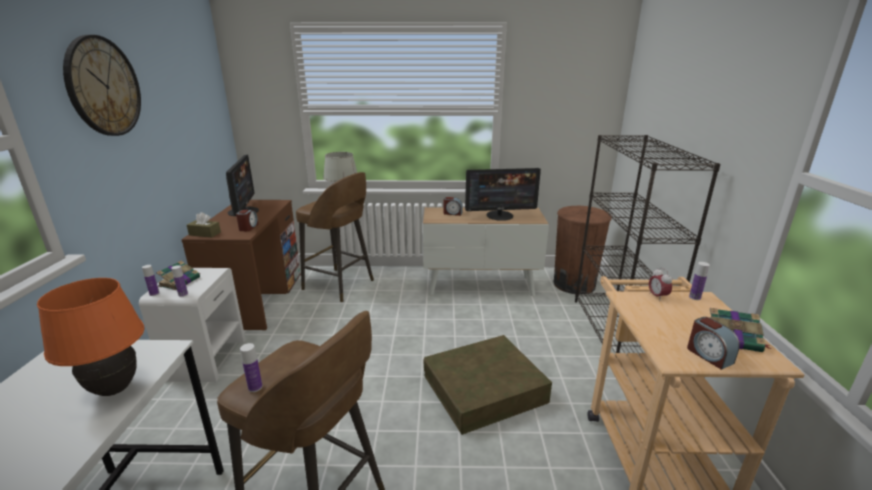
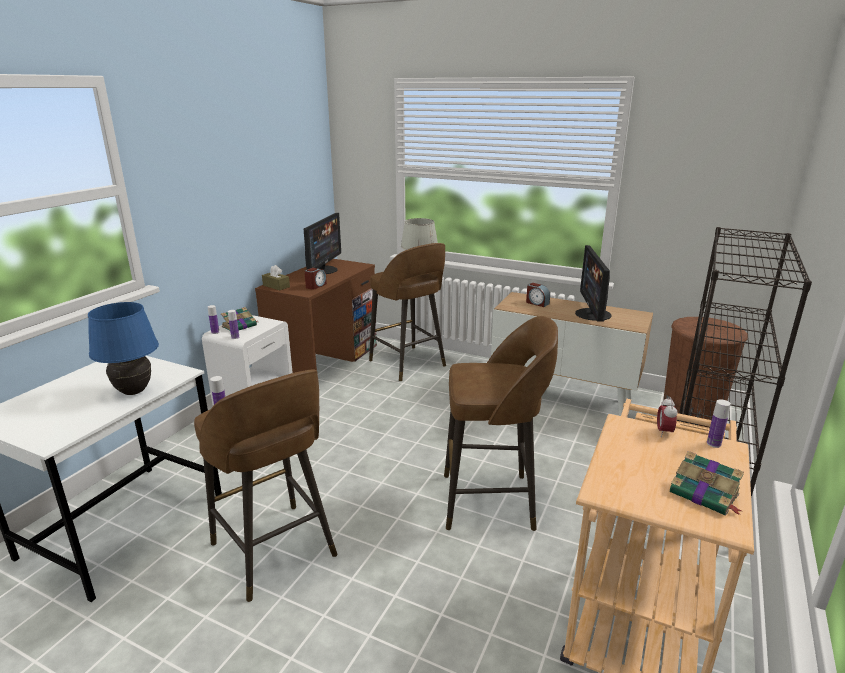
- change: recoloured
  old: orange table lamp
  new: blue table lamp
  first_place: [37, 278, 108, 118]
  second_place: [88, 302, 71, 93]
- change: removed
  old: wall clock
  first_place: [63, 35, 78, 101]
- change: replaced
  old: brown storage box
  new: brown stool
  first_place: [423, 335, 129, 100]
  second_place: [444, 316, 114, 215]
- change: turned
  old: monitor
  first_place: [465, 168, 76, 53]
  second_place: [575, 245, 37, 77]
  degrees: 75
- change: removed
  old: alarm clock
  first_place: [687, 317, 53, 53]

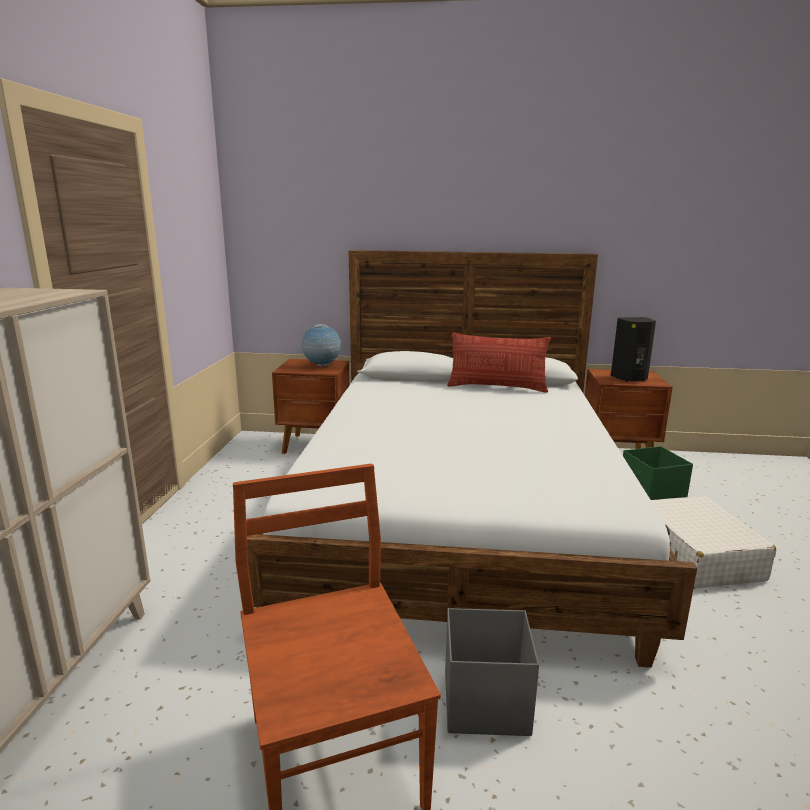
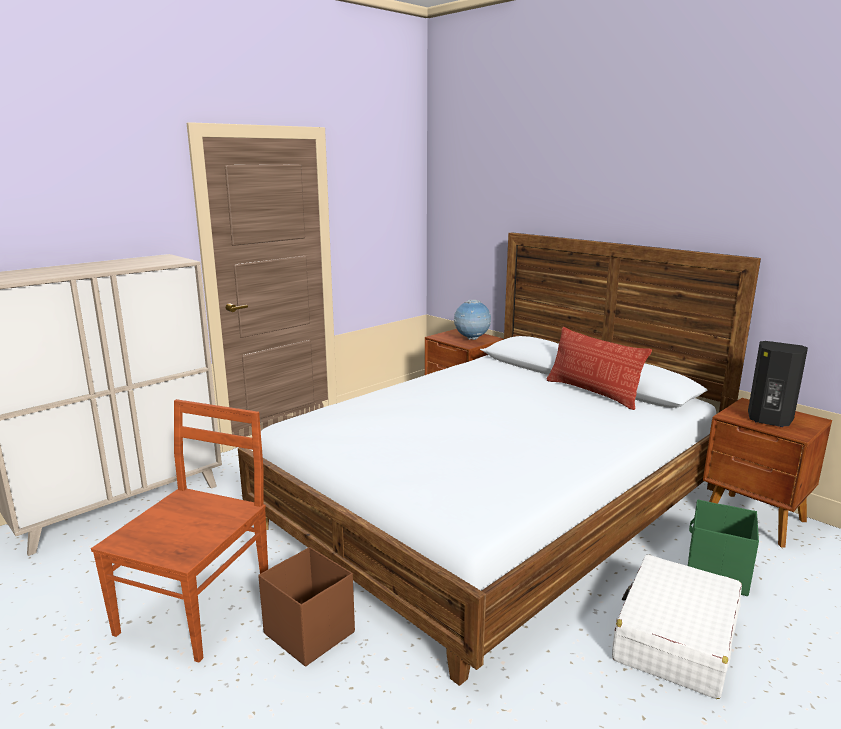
- change: recoloured
  old: grey storage box
  new: brown storage box
  first_place: [445, 608, 94, 128]
  second_place: [258, 547, 97, 120]

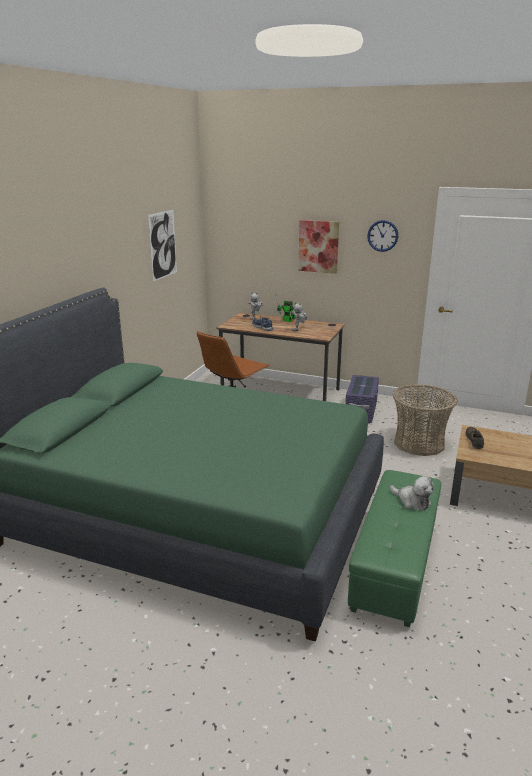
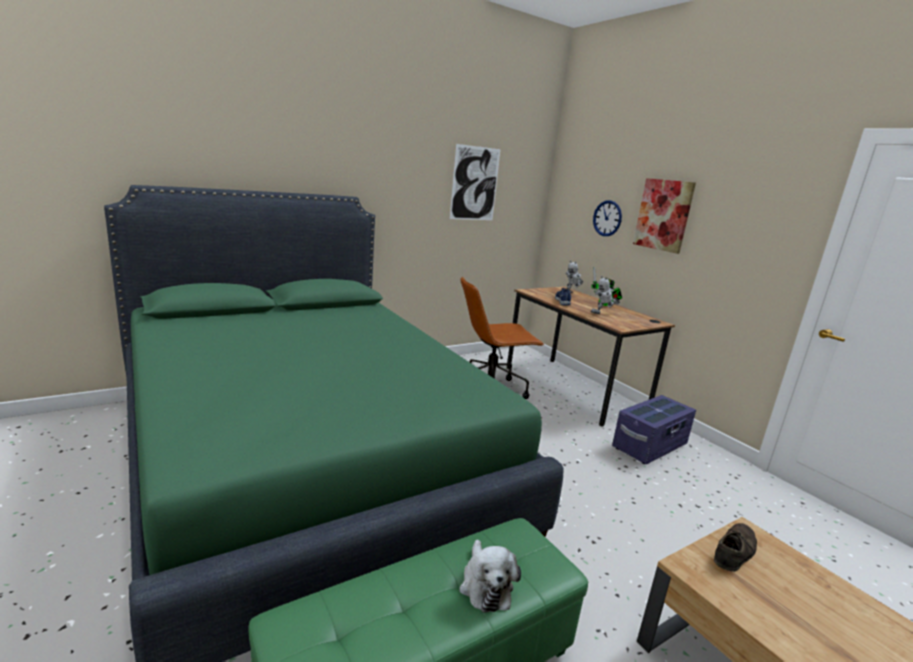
- change: moved
  old: wall clock
  first_place: [367, 220, 31, 32]
  second_place: [593, 200, 29, 36]
- change: removed
  old: basket
  first_place: [393, 384, 65, 72]

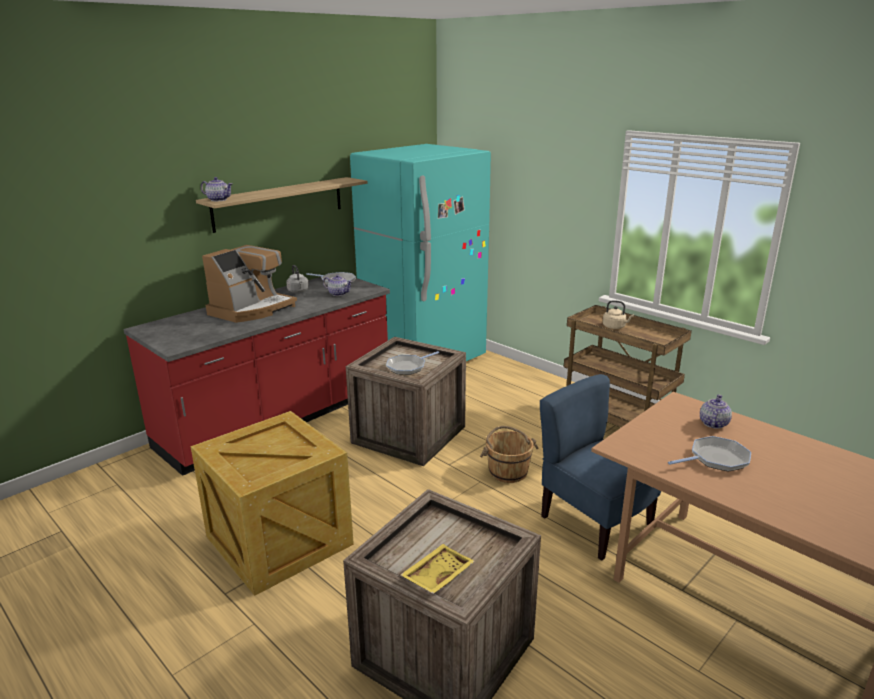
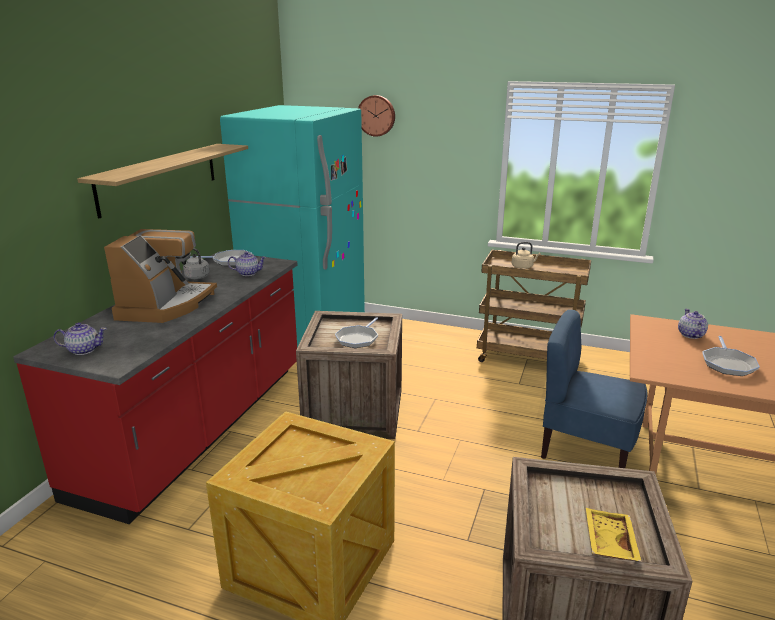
- change: moved
  old: teapot
  first_place: [201, 177, 32, 24]
  second_place: [54, 322, 53, 33]
- change: removed
  old: brown bucket
  first_place: [480, 426, 58, 57]
- change: turned
  old: frying pan
  first_place: [668, 436, 83, 36]
  second_place: [702, 336, 58, 40]
  degrees: 150
- change: added
  new: wall clock
  second_place: [358, 95, 37, 42]

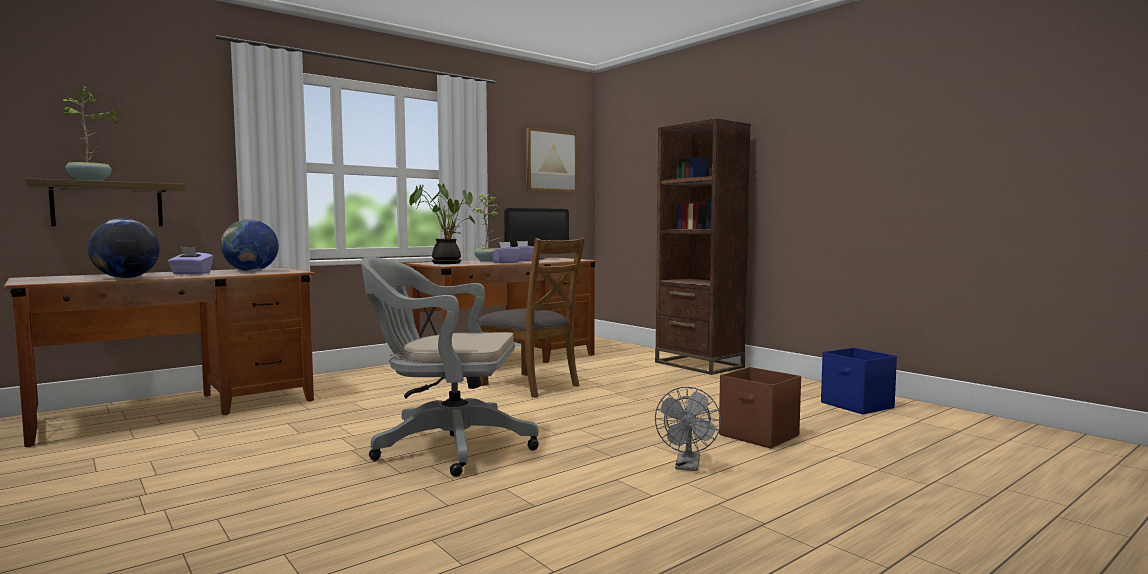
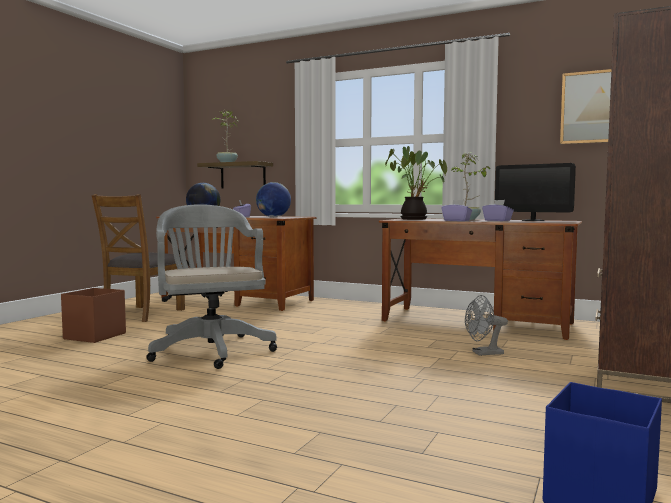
- change: moved
  old: brown chair
  first_place: [479, 237, 106, 161]
  second_place: [92, 194, 93, 128]
- change: moved
  old: grey fan
  first_place: [655, 387, 66, 84]
  second_place: [465, 295, 43, 61]
- change: moved
  old: brown storage box
  first_place: [719, 367, 82, 82]
  second_place: [61, 288, 65, 55]

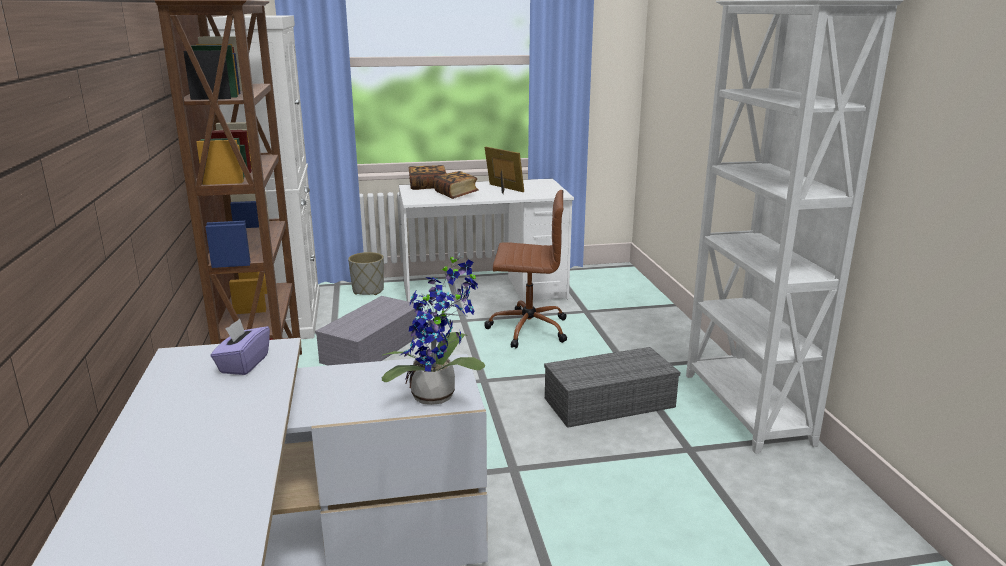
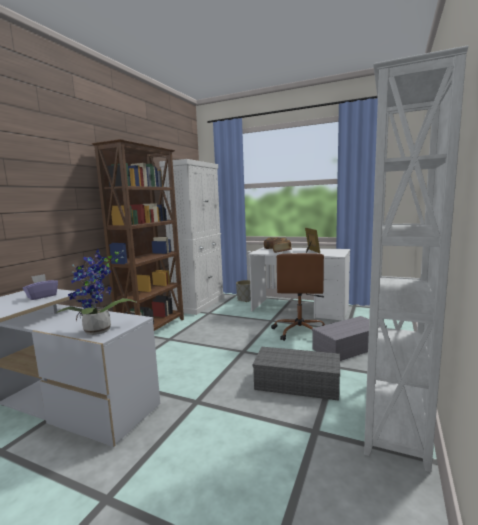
- change: moved
  old: grey storage box
  first_place: [315, 296, 102, 69]
  second_place: [312, 316, 75, 45]
- change: turned
  old: brown office chair
  first_place: [484, 190, 83, 158]
  second_place: [271, 253, 54, 88]
  degrees: 60

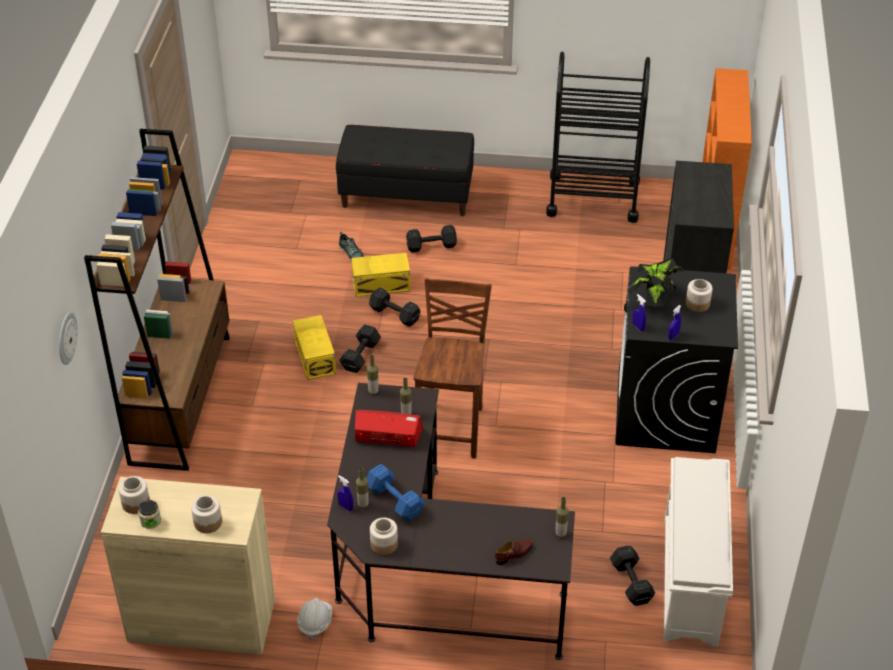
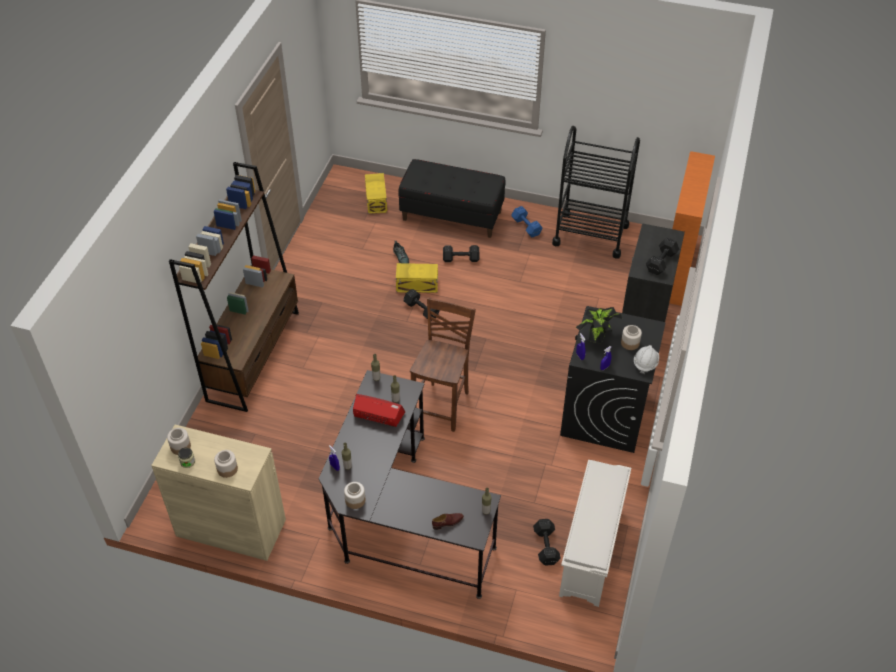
- change: removed
  old: wall clock
  first_place: [59, 312, 19, 53]
- change: moved
  old: yellow storage box
  first_place: [293, 315, 43, 65]
  second_place: [365, 173, 22, 41]
- change: moved
  old: white hard hat
  first_place: [297, 598, 35, 41]
  second_place: [634, 345, 25, 29]
- change: moved
  old: black dumbbell
  first_place: [339, 325, 42, 48]
  second_place: [646, 238, 33, 37]
- change: moved
  old: blue dumbbell
  first_place: [367, 464, 57, 57]
  second_place: [511, 206, 31, 31]

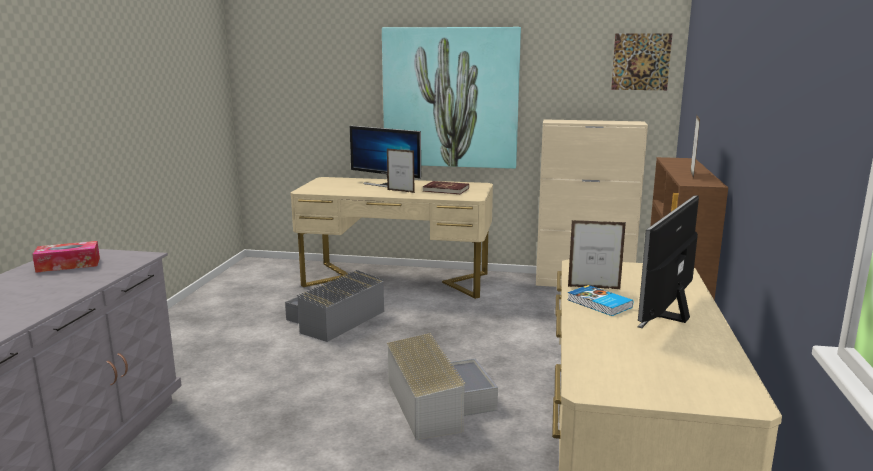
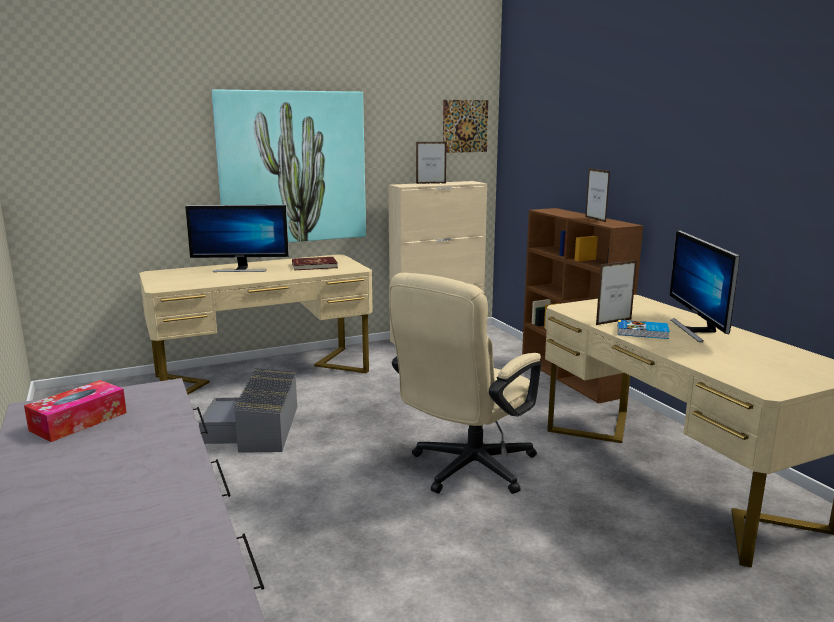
- change: moved
  old: picture frame
  first_place: [387, 149, 27, 44]
  second_place: [416, 142, 30, 42]
- change: replaced
  old: grey storage box
  new: beige office chair
  first_place: [387, 333, 111, 107]
  second_place: [389, 273, 152, 221]

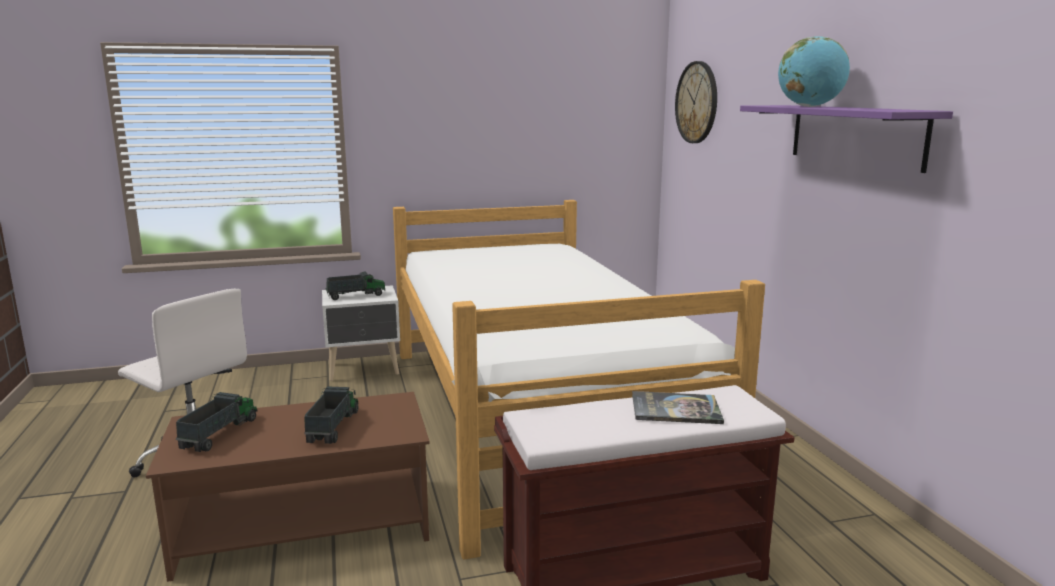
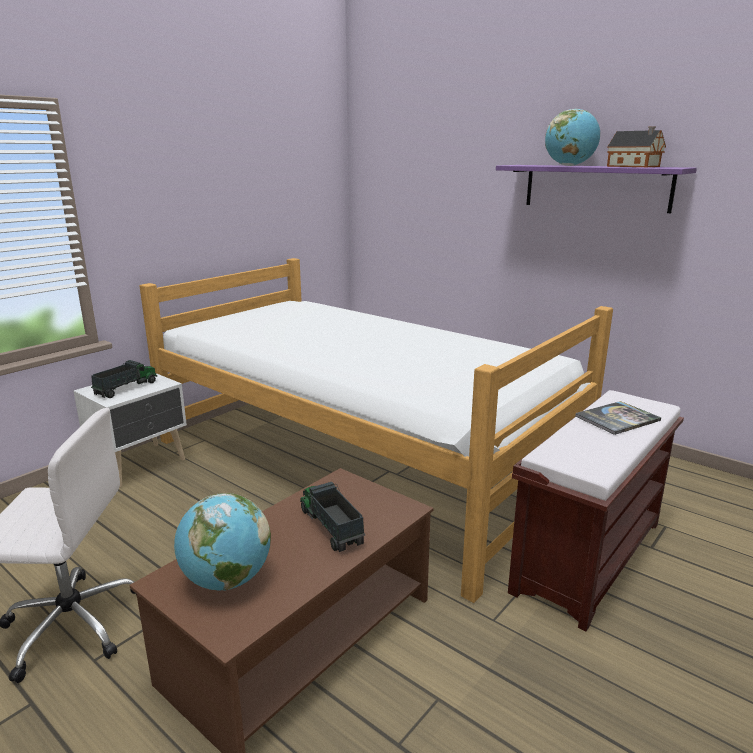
- change: replaced
  old: toy truck
  new: globe
  first_place: [175, 392, 83, 60]
  second_place: [174, 493, 97, 98]
- change: removed
  old: wall clock
  first_place: [675, 61, 42, 82]
- change: added
  new: toy house
  second_place: [607, 126, 59, 41]

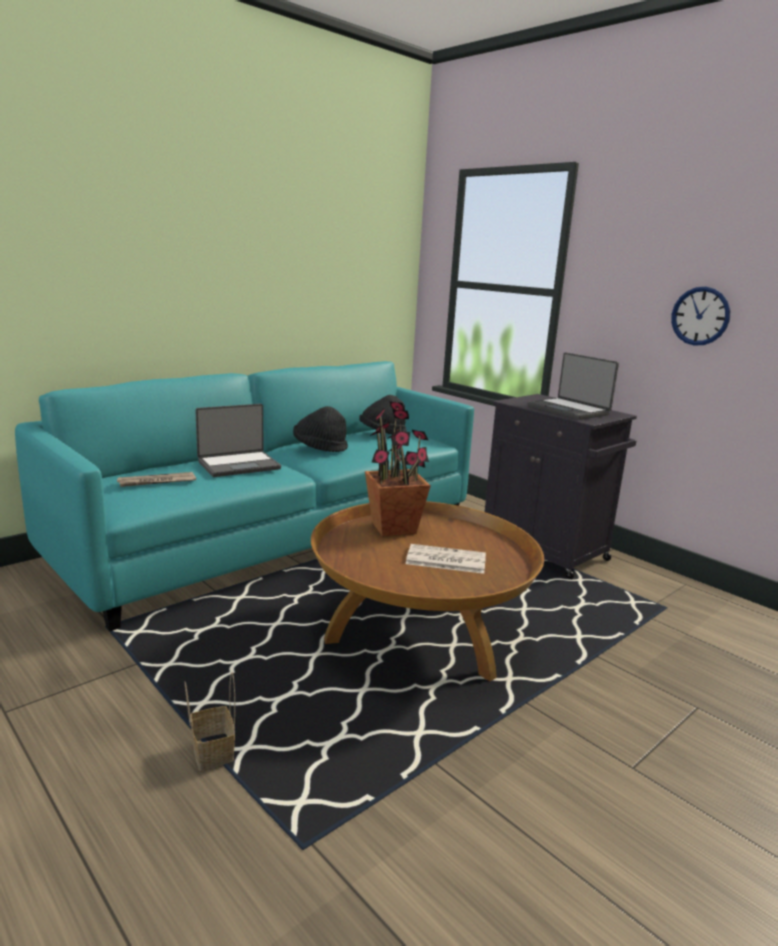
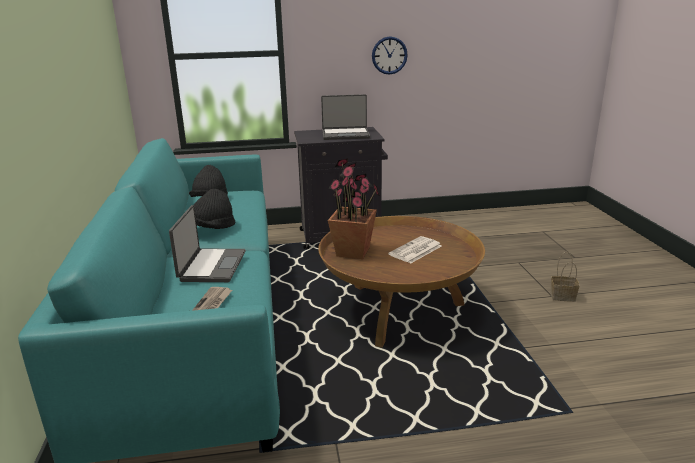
- change: moved
  old: basket
  first_place: [185, 672, 50, 99]
  second_place: [550, 252, 29, 50]

